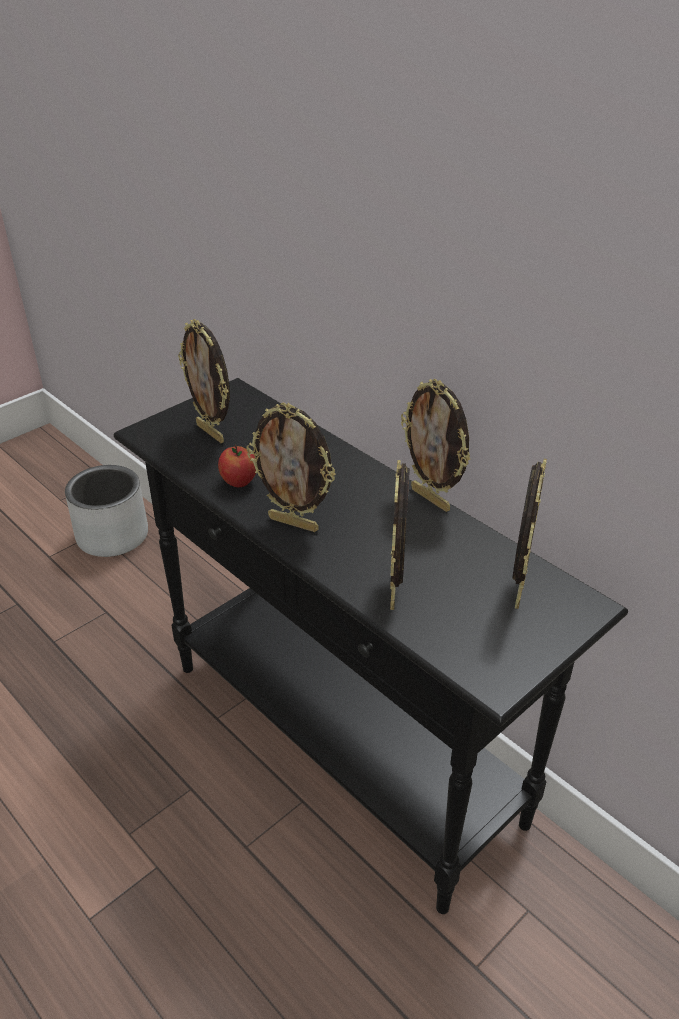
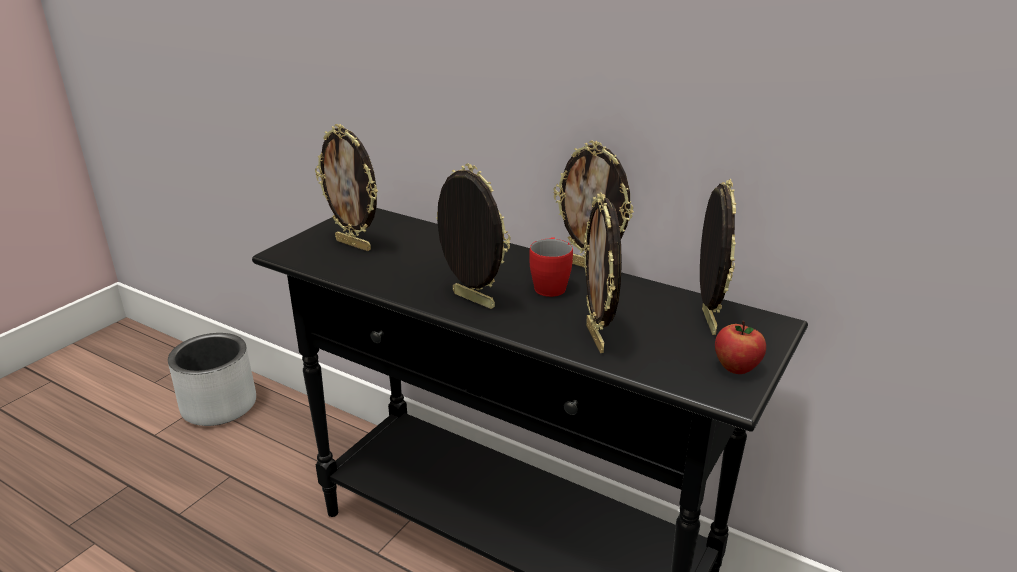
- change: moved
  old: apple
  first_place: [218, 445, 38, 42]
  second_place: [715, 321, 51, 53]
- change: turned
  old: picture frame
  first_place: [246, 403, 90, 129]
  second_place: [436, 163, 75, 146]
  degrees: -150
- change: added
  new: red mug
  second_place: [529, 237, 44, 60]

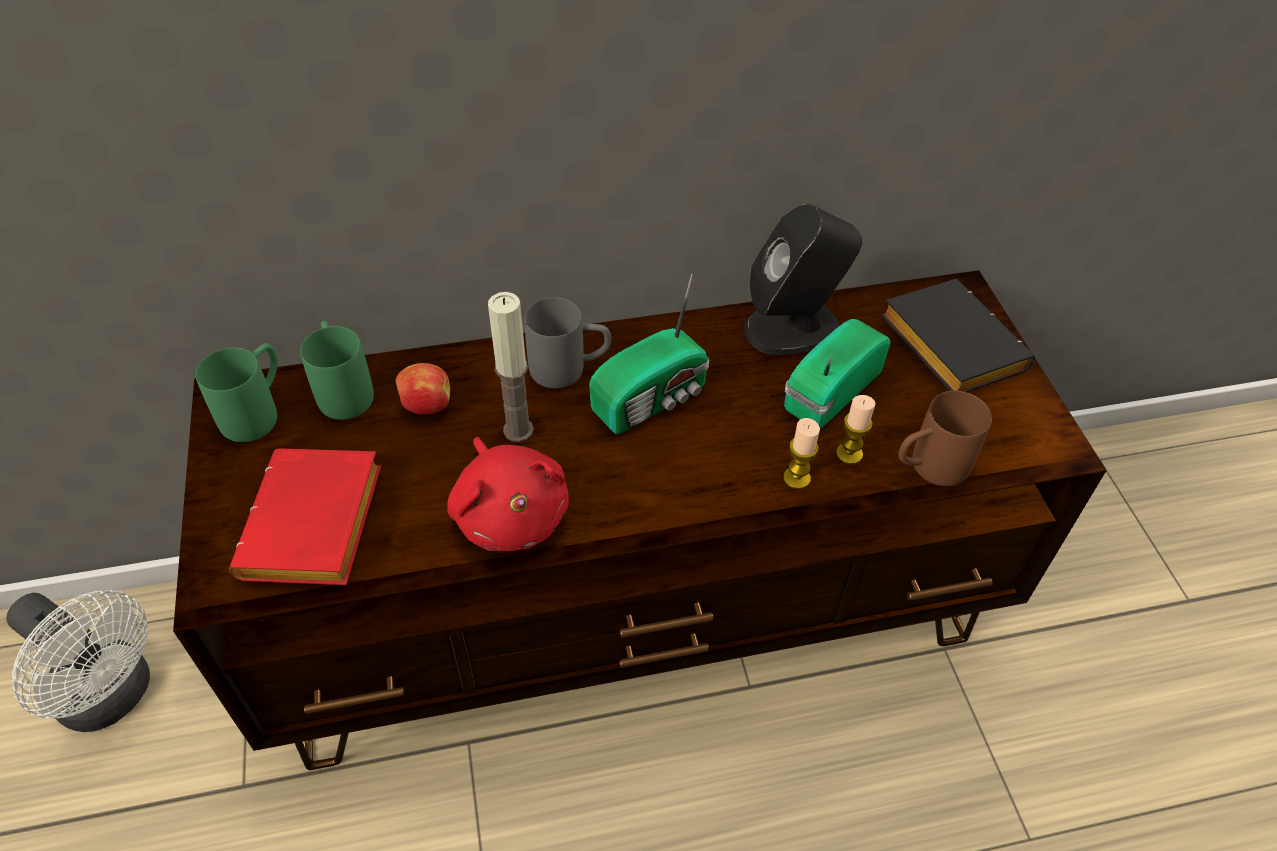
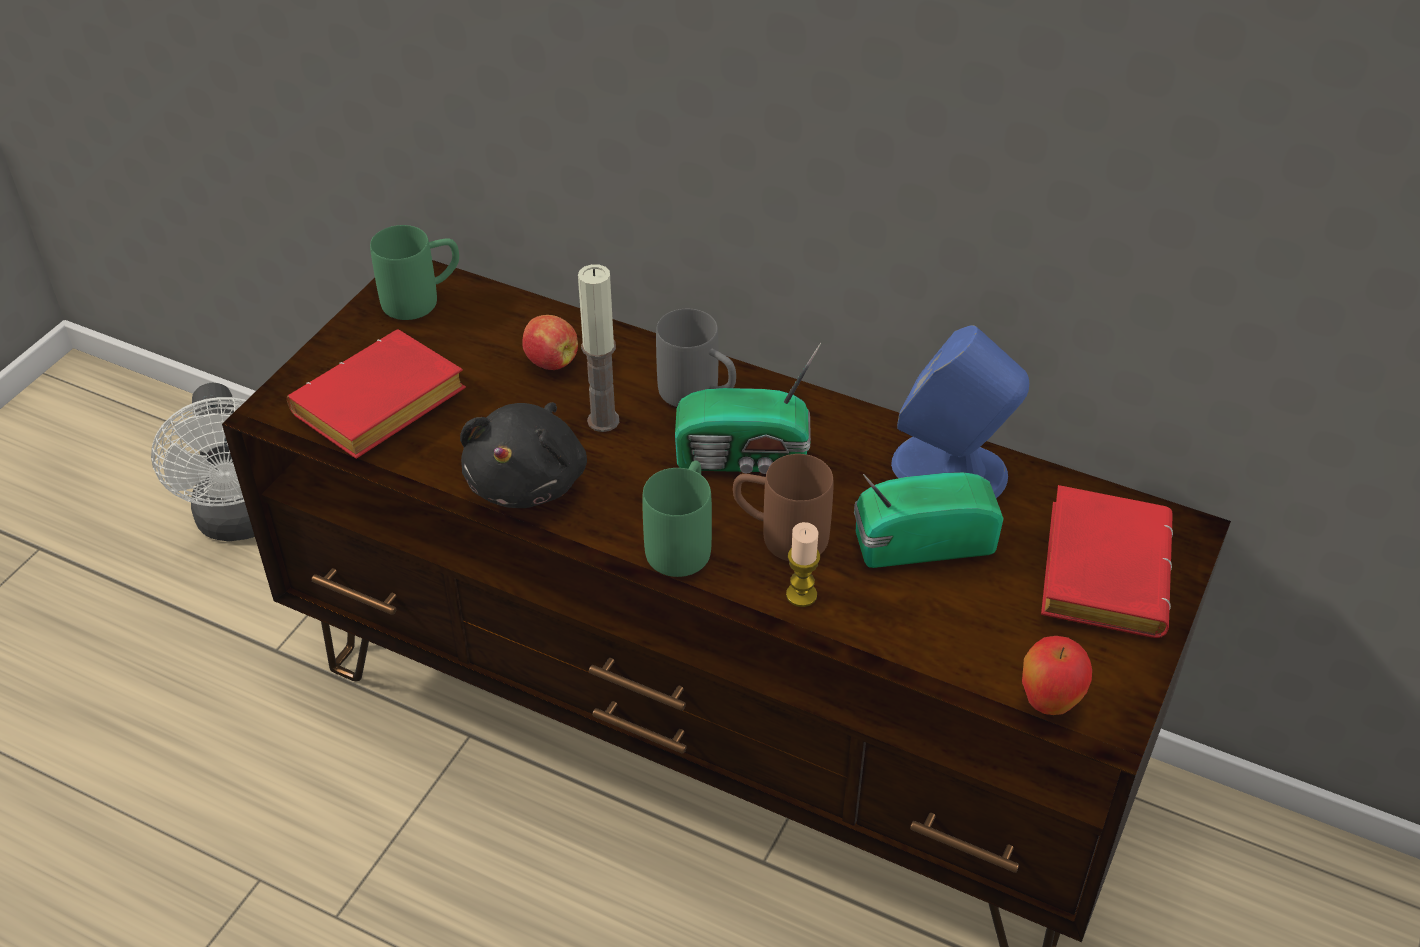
- change: moved
  old: green mug
  first_place: [300, 321, 74, 99]
  second_place: [642, 460, 70, 117]
- change: recoloured
  old: red plush toy
  new: black plush toy
  first_place: [447, 437, 122, 114]
  second_place: [460, 402, 127, 106]
- change: recoloured
  old: black speaker
  new: blue speaker
  first_place: [744, 204, 118, 151]
  second_place: [891, 325, 138, 173]
- change: removed
  old: candle
  first_place: [836, 395, 40, 70]
- change: recoloured
  old: black book
  new: red book
  first_place: [881, 279, 154, 113]
  second_place: [1041, 485, 132, 153]
- change: moved
  old: brown mug
  first_place: [898, 391, 94, 95]
  second_place: [733, 454, 101, 107]
- change: added
  new: apple
  second_place: [1022, 636, 70, 79]

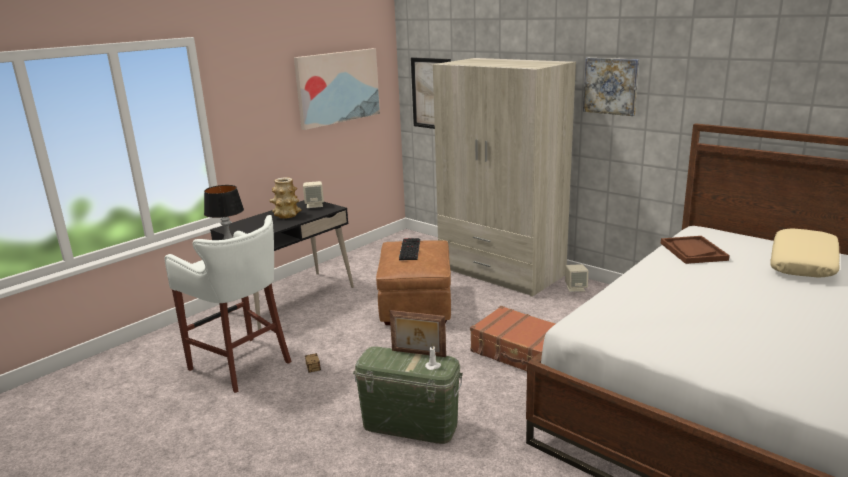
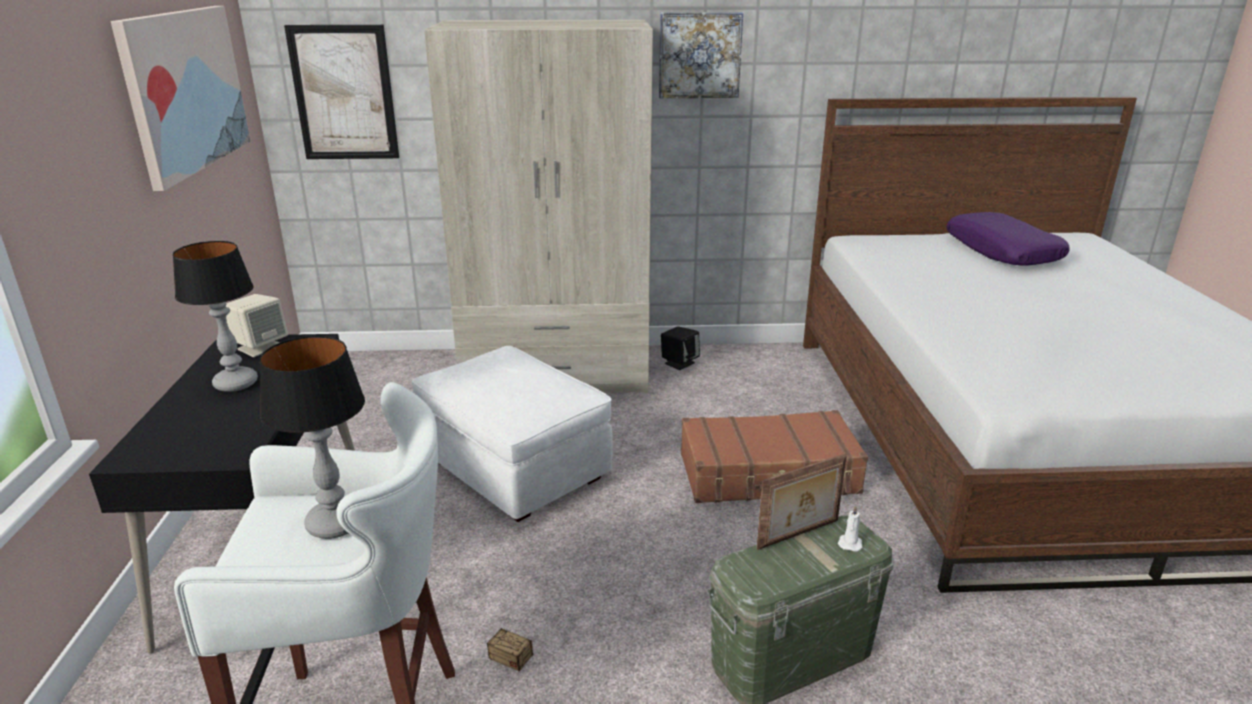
- change: replaced
  old: vase
  new: table lamp
  first_place: [269, 177, 33, 42]
  second_place: [173, 241, 85, 151]
- change: recoloured
  old: brown ottoman
  new: white ottoman
  first_place: [376, 240, 75, 85]
  second_place: [412, 346, 201, 176]
- change: removed
  old: keyboard
  first_place: [399, 238, 21, 22]
- change: recoloured
  old: beige speaker
  new: black speaker
  first_place: [565, 264, 23, 28]
  second_place: [661, 326, 39, 44]
- change: removed
  old: brown tray
  first_place: [661, 236, 69, 28]
- change: recoloured
  old: beige pillow
  new: purple pillow
  first_place: [770, 228, 70, 49]
  second_place: [947, 212, 123, 54]

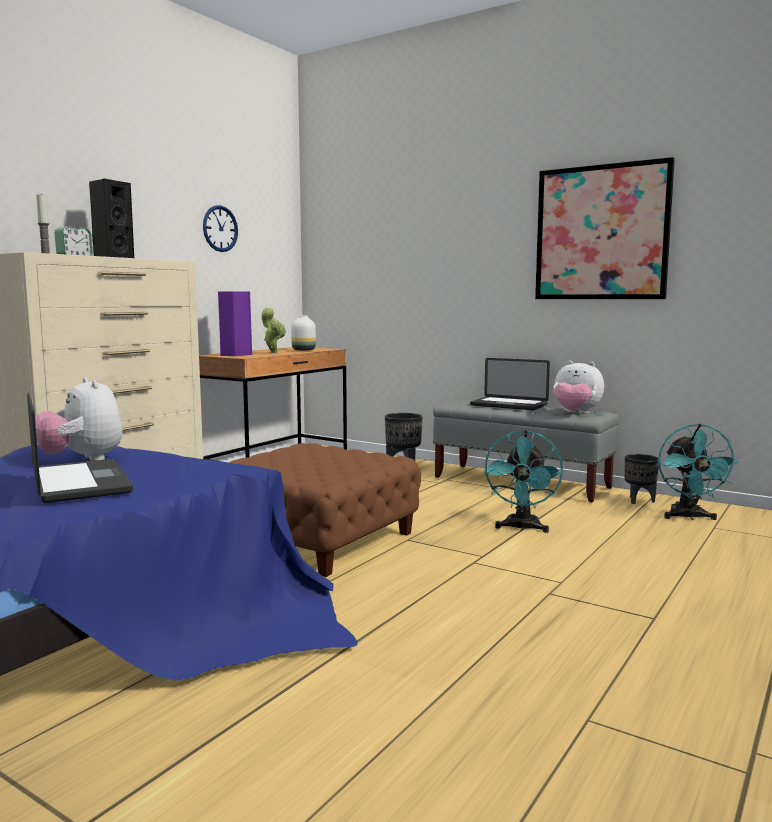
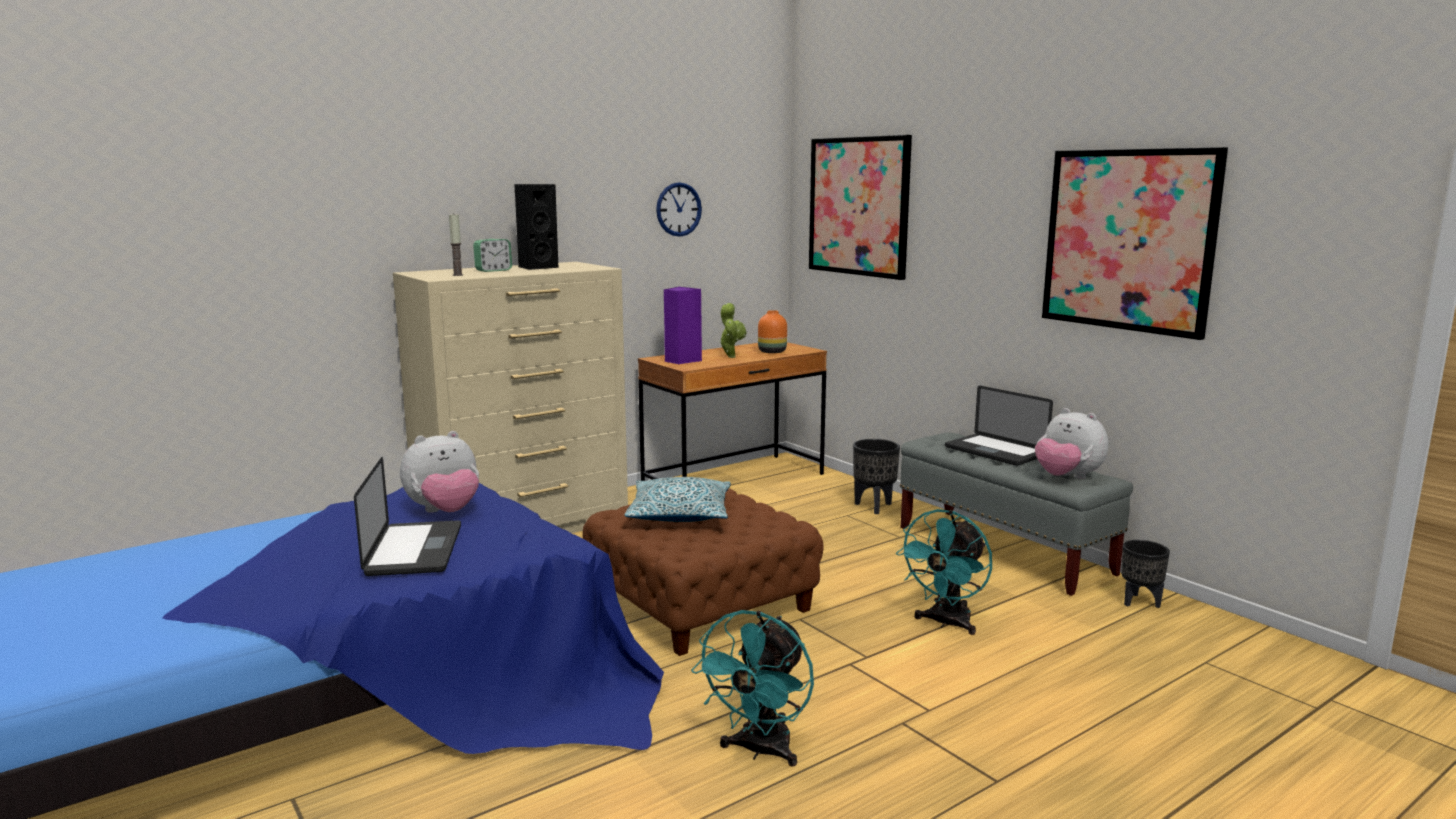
- change: turned
  old: plush toy
  first_place: [35, 377, 88, 84]
  second_place: [400, 431, 79, 82]
  degrees: -105
- change: recoloured
  old: white vase
  new: orange vase
  first_place: [291, 316, 25, 35]
  second_place: [758, 310, 29, 43]
- change: moved
  old: turquoise fan
  first_place: [658, 424, 81, 96]
  second_place: [691, 610, 123, 157]
- change: added
  new: pillow
  second_place: [624, 477, 107, 45]
- change: added
  new: picture
  second_place: [809, 135, 103, 145]

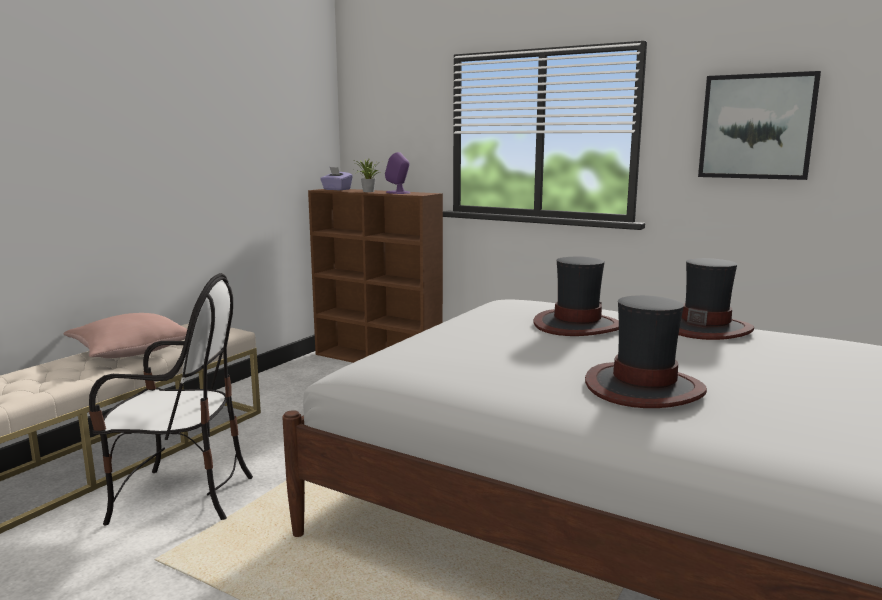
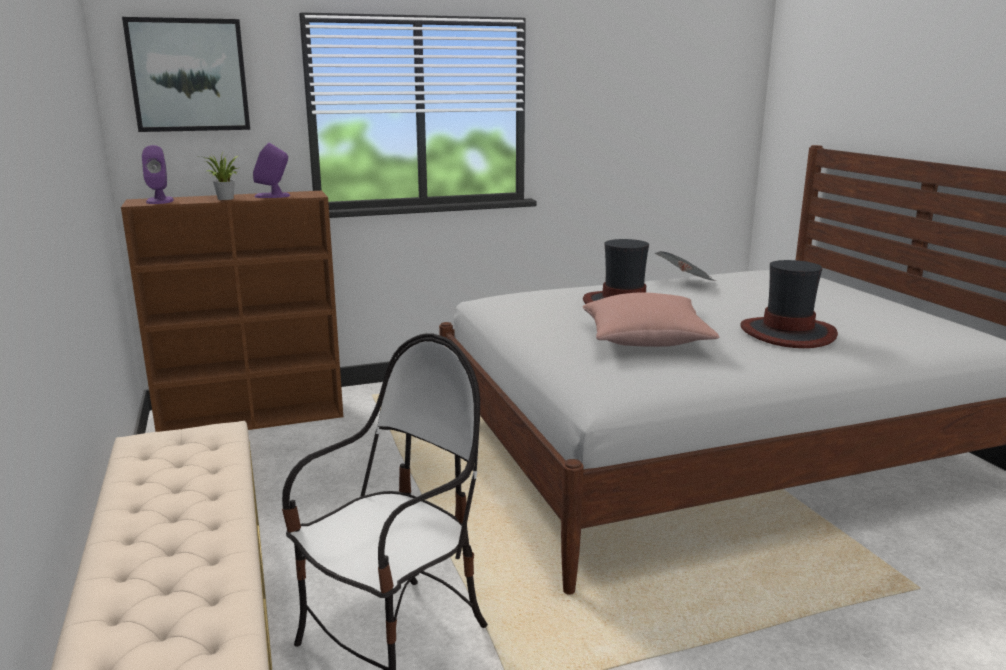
- change: moved
  old: pink pillow
  first_place: [64, 313, 123, 45]
  second_place: [583, 292, 136, 55]
- change: replaced
  old: purple tissue box
  new: purple speaker
  first_place: [320, 167, 33, 23]
  second_place: [142, 145, 32, 59]
- change: replaced
  old: hat
  new: newspaper
  first_place: [678, 258, 76, 82]
  second_place: [655, 251, 62, 30]
- change: moved
  old: picture
  first_place: [698, 71, 123, 109]
  second_place: [122, 17, 128, 115]

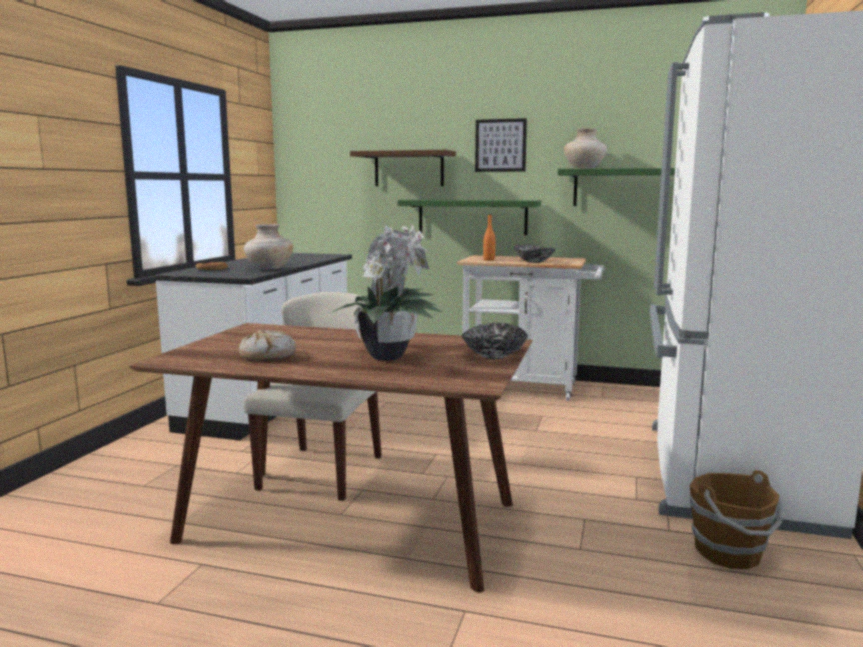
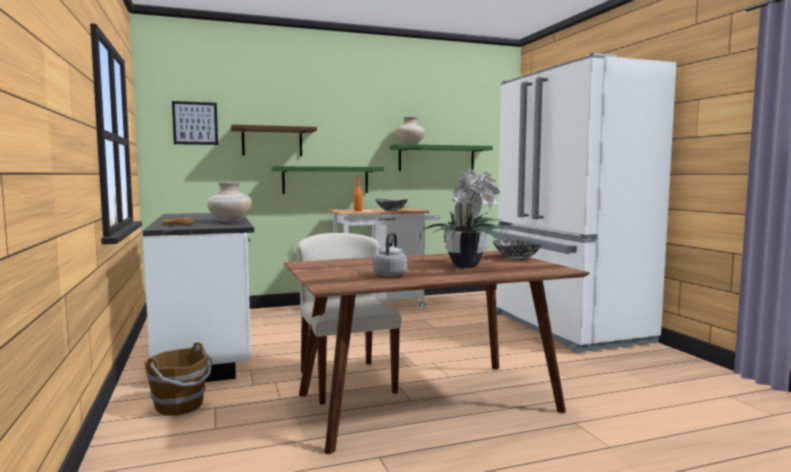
- change: replaced
  old: bread
  new: grey kettle
  first_place: [239, 330, 57, 31]
  second_place: [373, 233, 34, 44]
- change: moved
  old: picture
  first_place: [475, 118, 52, 54]
  second_place: [172, 101, 46, 44]
- change: moved
  old: brown bucket
  first_place: [689, 470, 93, 99]
  second_place: [144, 342, 69, 74]

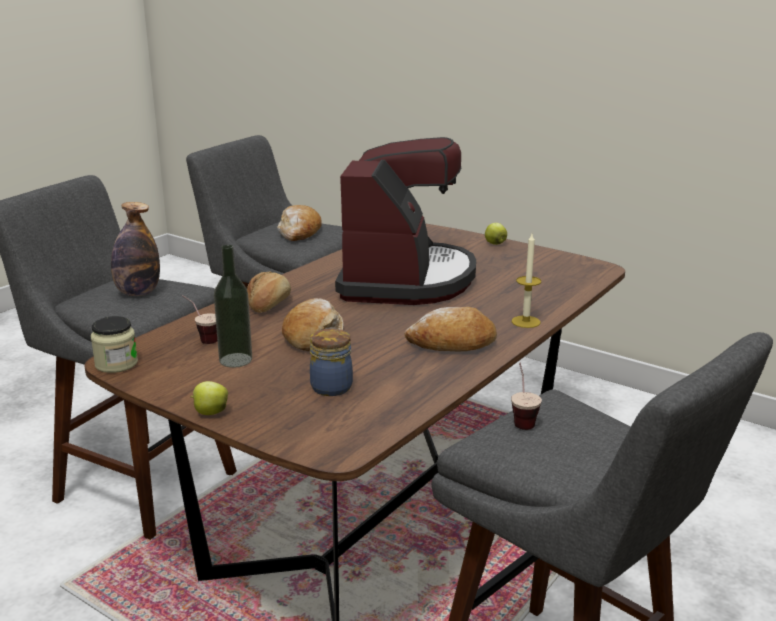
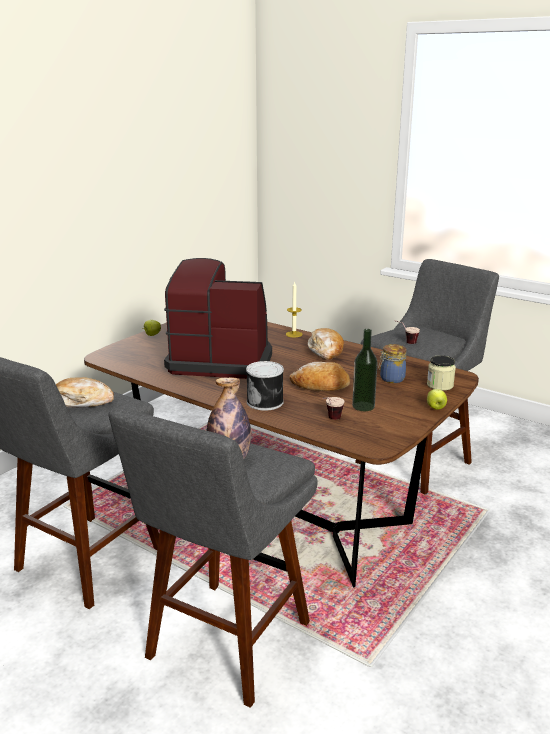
- change: moved
  old: jar
  first_place: [91, 316, 47, 57]
  second_place: [427, 355, 29, 36]
- change: replaced
  old: bread
  new: can
  first_place: [247, 271, 44, 42]
  second_place: [246, 361, 38, 49]

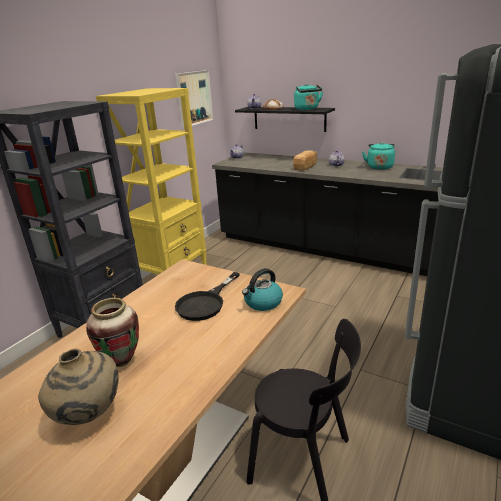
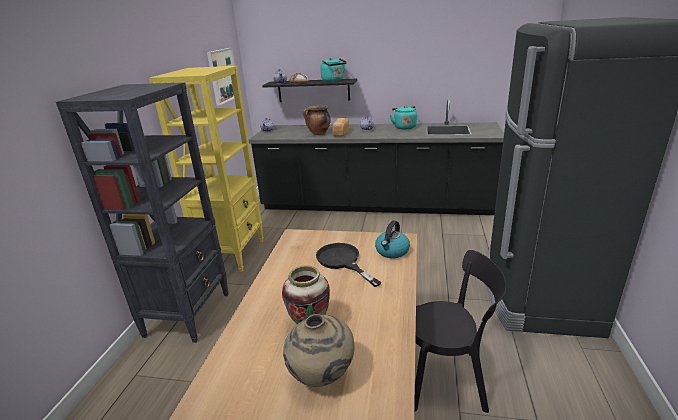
- change: turned
  old: black frying pan
  first_place: [175, 272, 65, 49]
  second_place: [316, 243, 65, 44]
  degrees: 135
- change: added
  new: cooking pot
  second_place: [303, 105, 28, 30]

